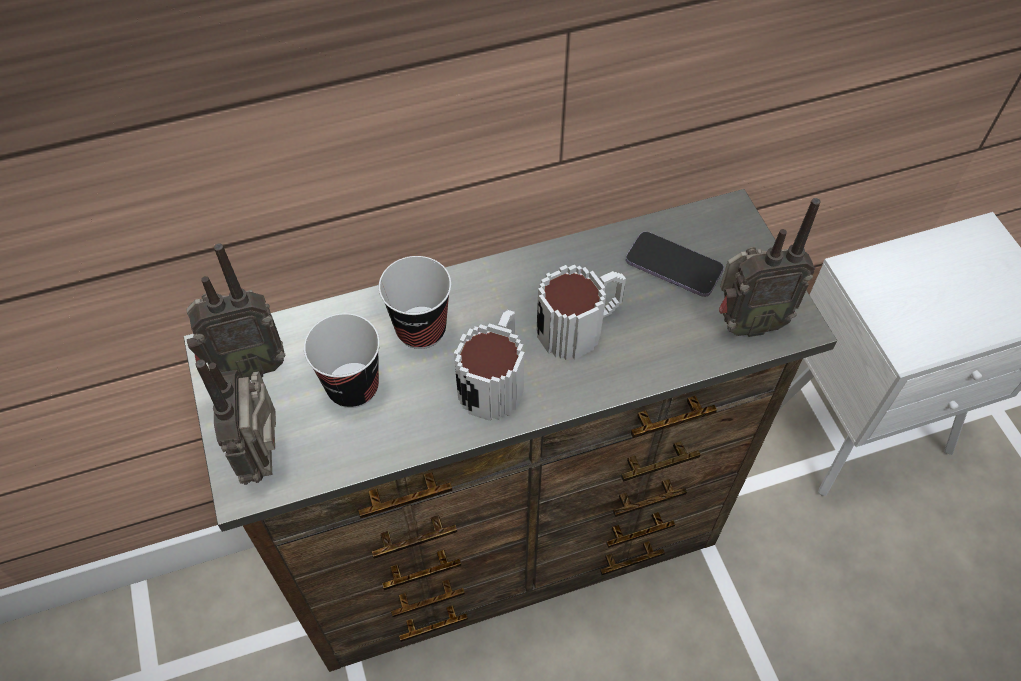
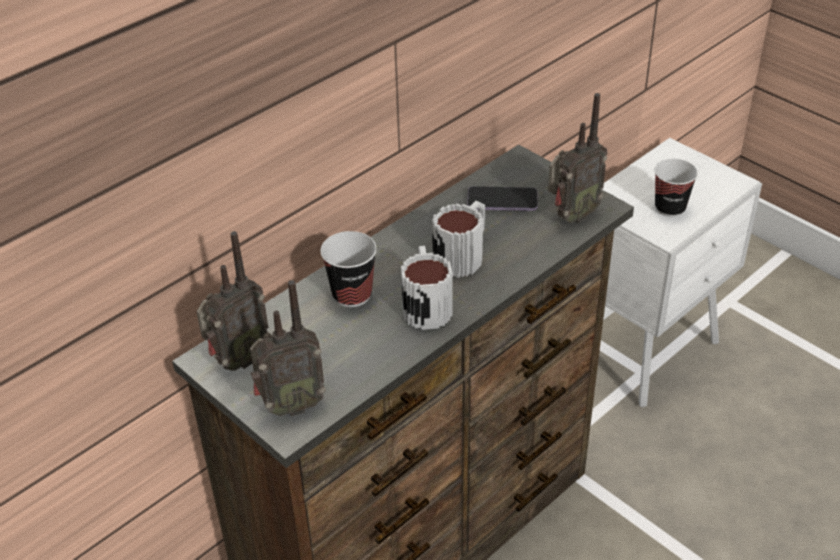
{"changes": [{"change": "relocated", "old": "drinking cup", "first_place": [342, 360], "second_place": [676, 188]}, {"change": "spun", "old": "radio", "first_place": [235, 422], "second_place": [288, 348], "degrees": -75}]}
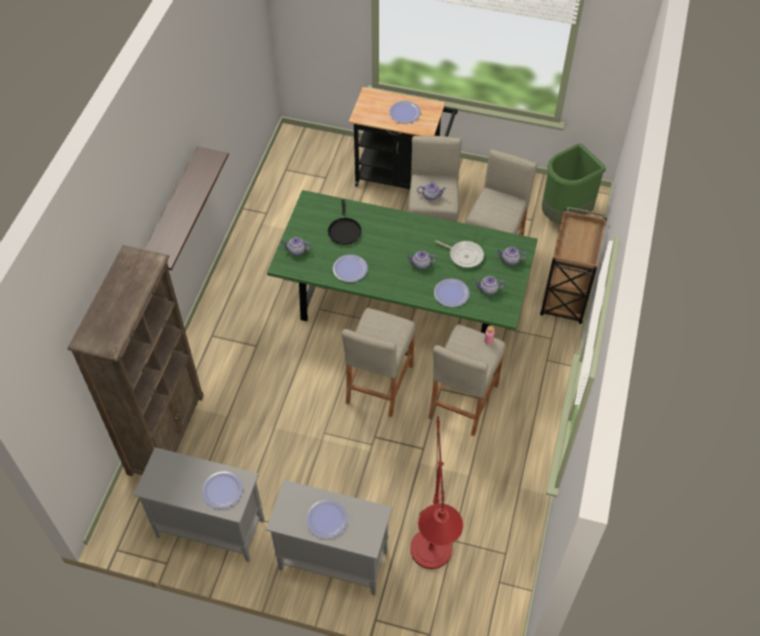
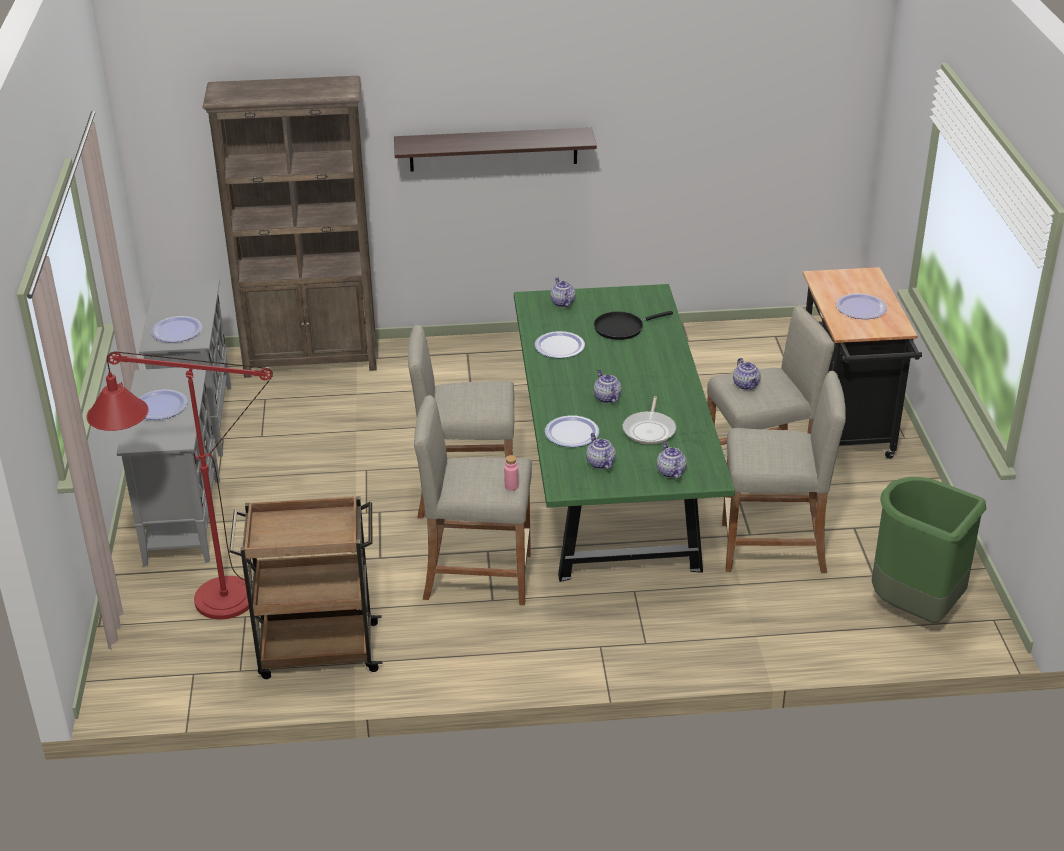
{"changes": [{"change": "relocated", "old": "cart in brown-coloured", "first_place": [573, 265], "second_place": [306, 587]}]}
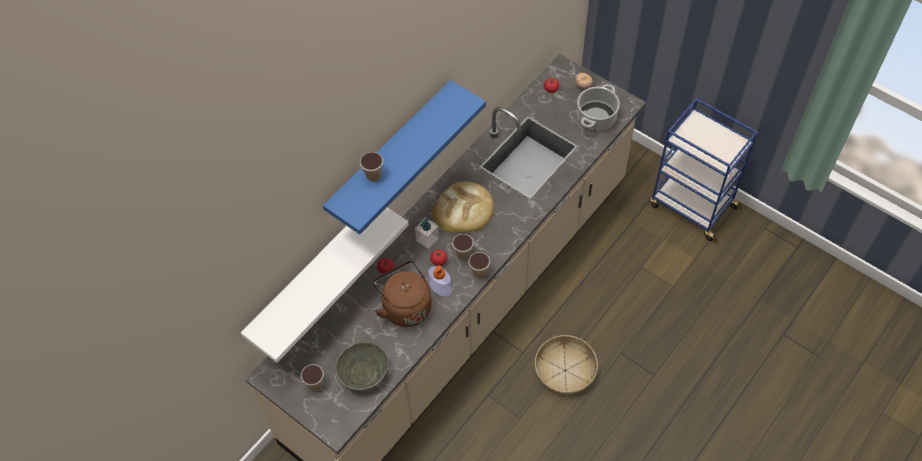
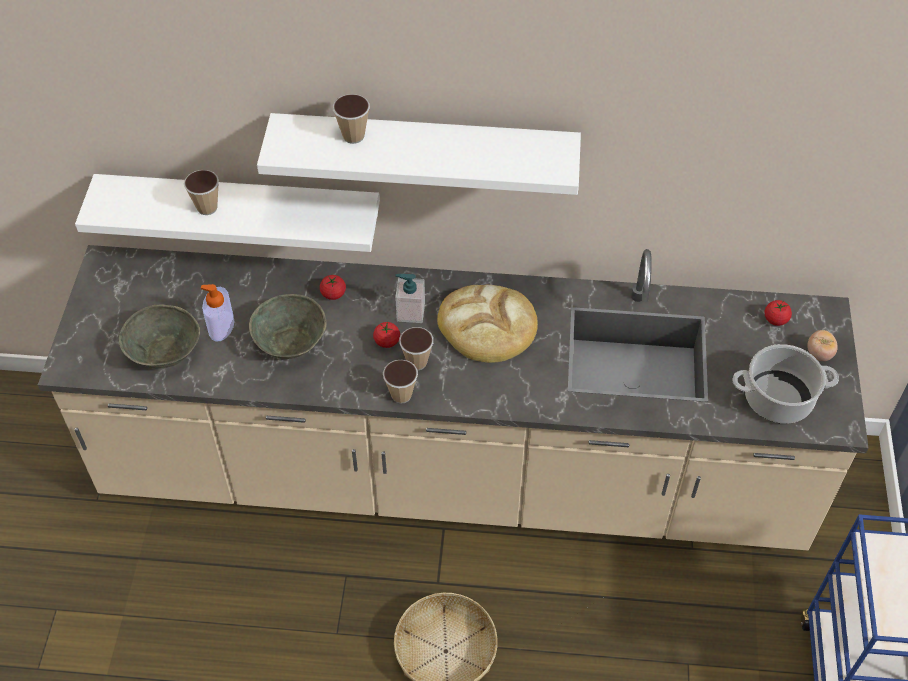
{"changes": [{"change": "relocated", "old": "drinking cup", "first_place": [312, 377], "second_place": [201, 192]}, {"change": "relocated", "old": "liquid soap bottle", "first_place": [439, 281], "second_place": [217, 313]}, {"change": "exchanged", "old": "water kettle in brown-coloured", "new": "deep dish in greyish", "first_place": [402, 293], "second_place": [288, 326]}, {"change": "colour", "old": "wall shelf in blue-coloured", "new": "wall shelf in white", "first_place": [404, 157], "second_place": [419, 154]}]}
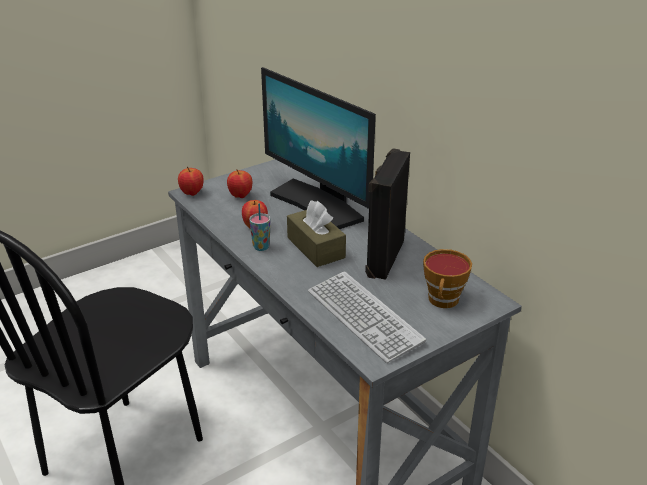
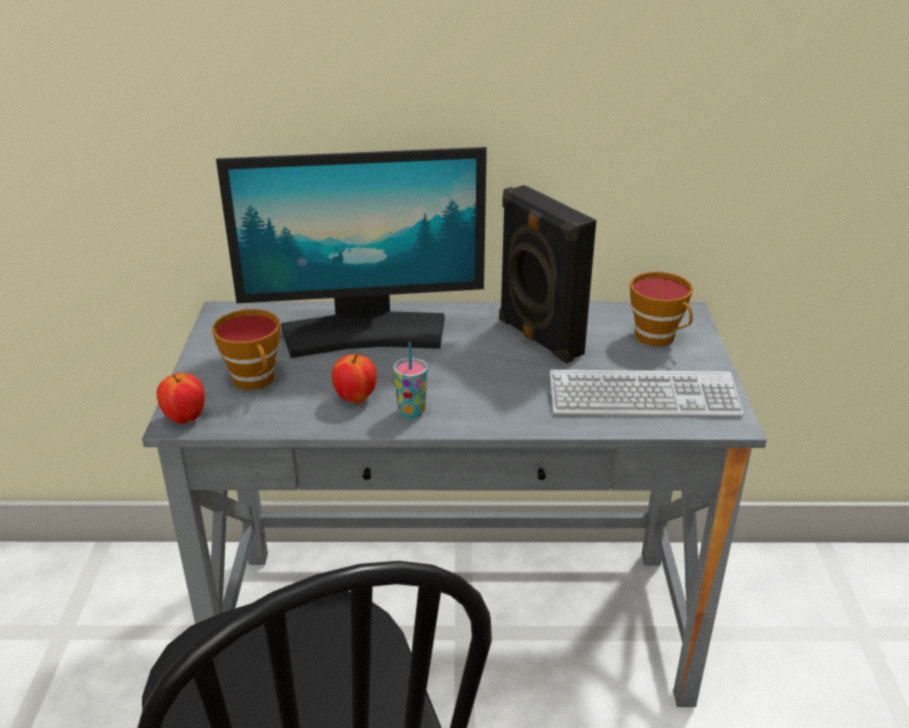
{"changes": [{"change": "missing", "old": "box of tissues in brown-coloured", "first_place": [316, 233]}, {"change": "exchanged", "old": "whole apple", "new": "drinking cup", "first_place": [239, 183], "second_place": [246, 349]}]}
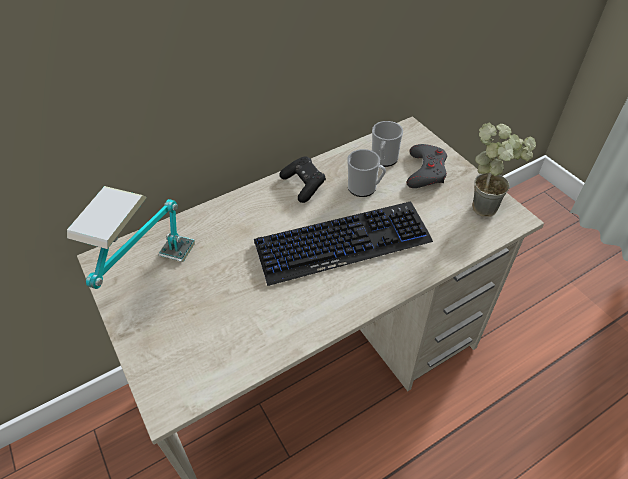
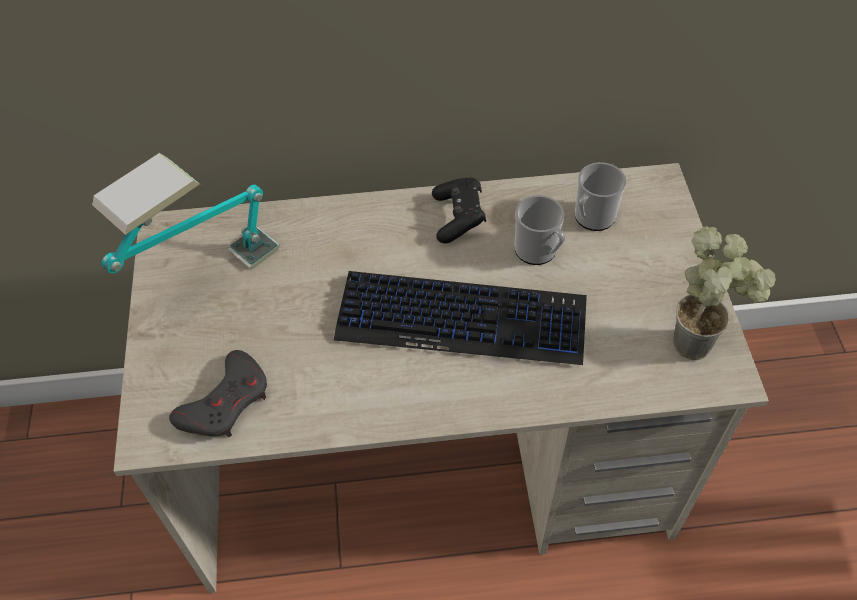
{"changes": [{"change": "relocated", "old": "gamepad in greyish", "first_place": [427, 166], "second_place": [218, 393]}]}
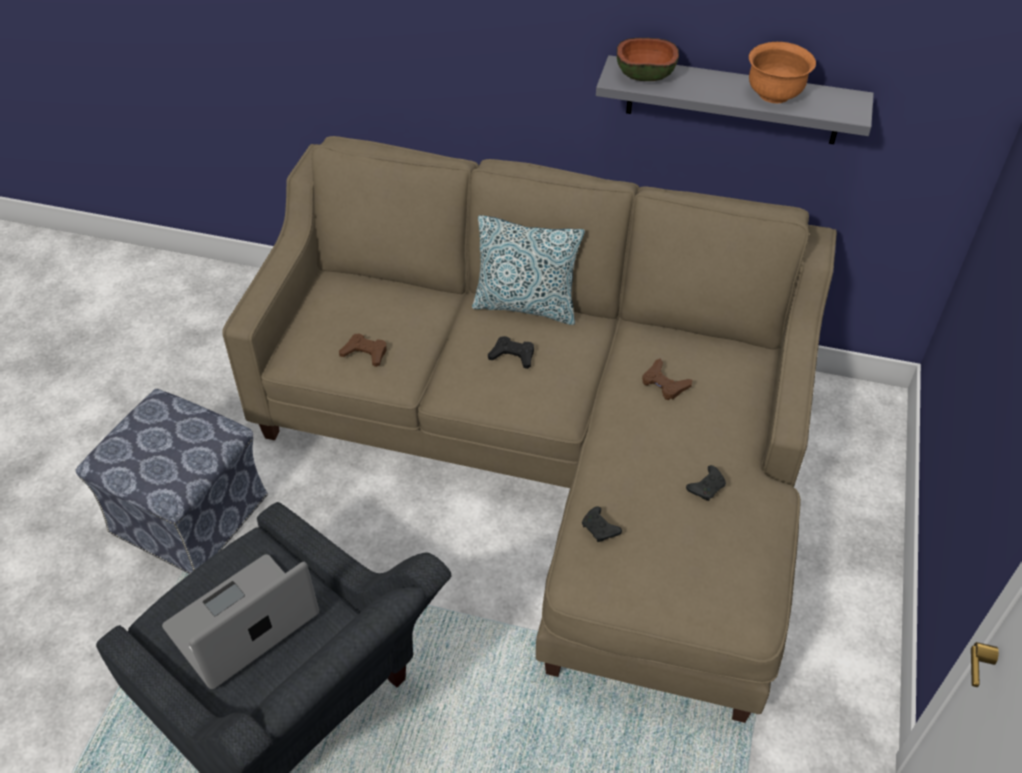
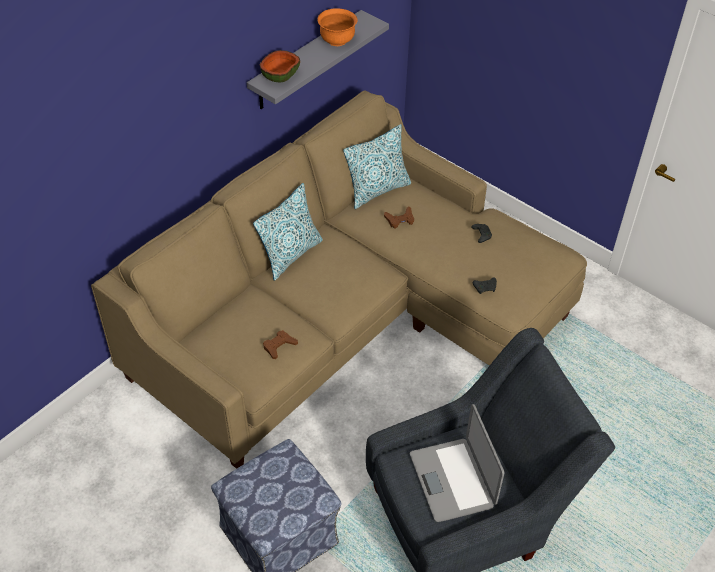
{"changes": [{"change": "missing", "old": "gamepad in blackish", "first_place": [511, 352]}, {"change": "appeared", "new": "cushion", "second_place": [377, 166]}]}
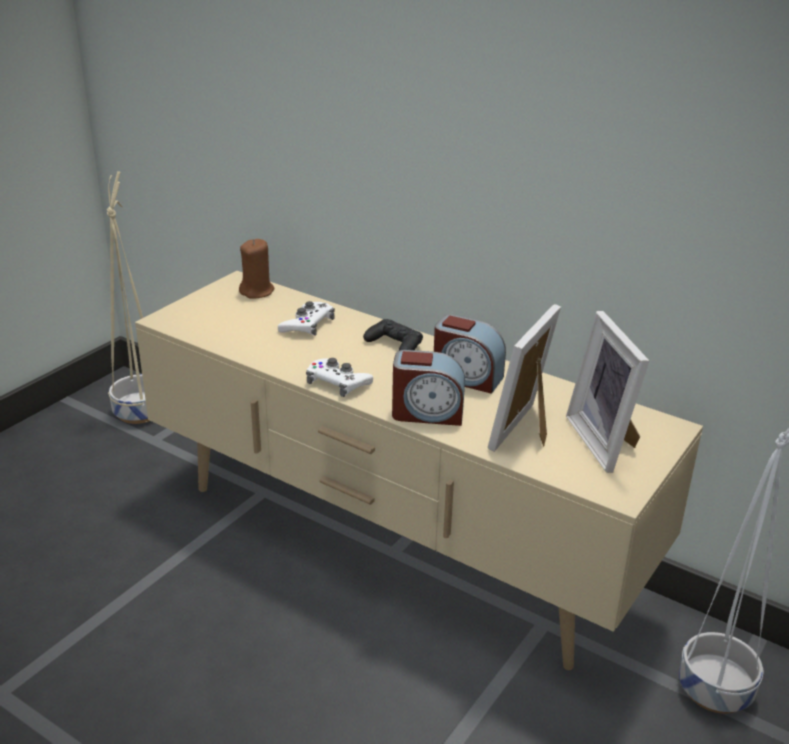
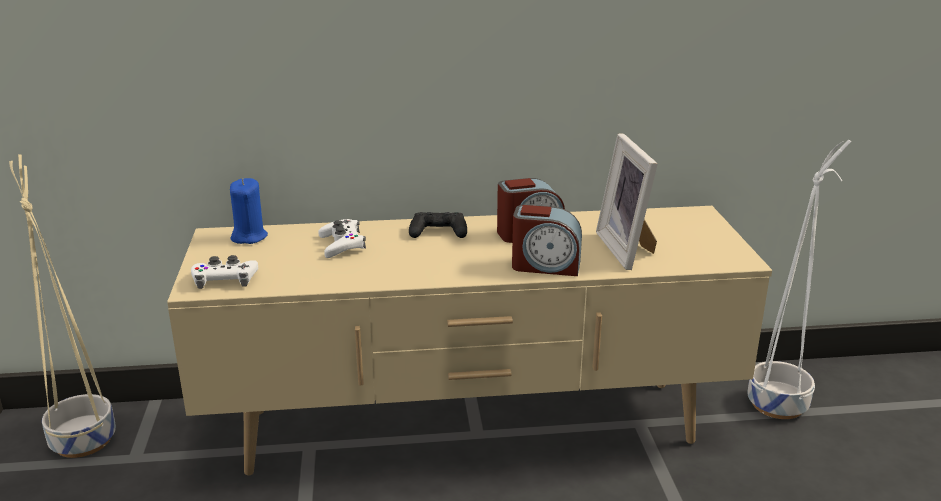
{"changes": [{"change": "missing", "old": "photo frame", "first_place": [607, 392]}, {"change": "relocated", "old": "gamepad in white", "first_place": [339, 377], "second_place": [224, 272]}, {"change": "colour", "old": "wax light in brown-coloured", "new": "wax light in blue-coloured", "first_place": [256, 269], "second_place": [249, 211]}, {"change": "spun", "old": "alarm clock", "first_place": [428, 388], "second_place": [547, 240], "degrees": 45}]}
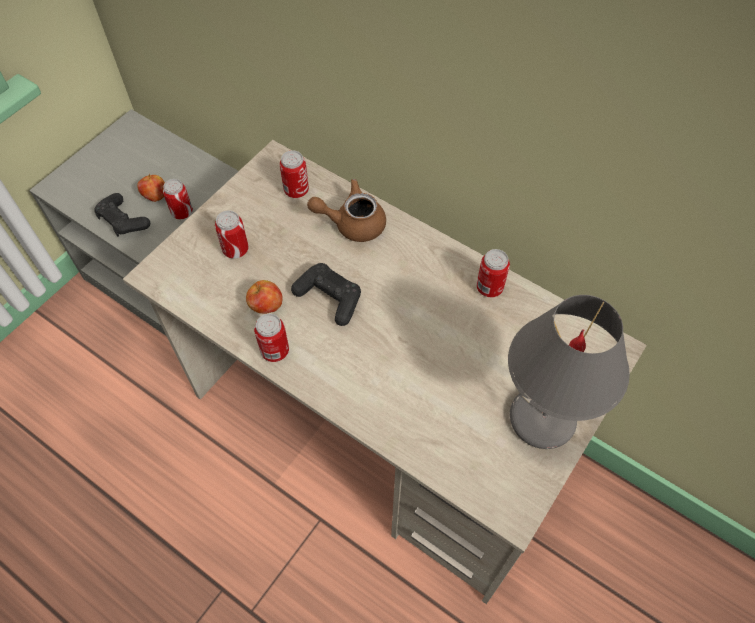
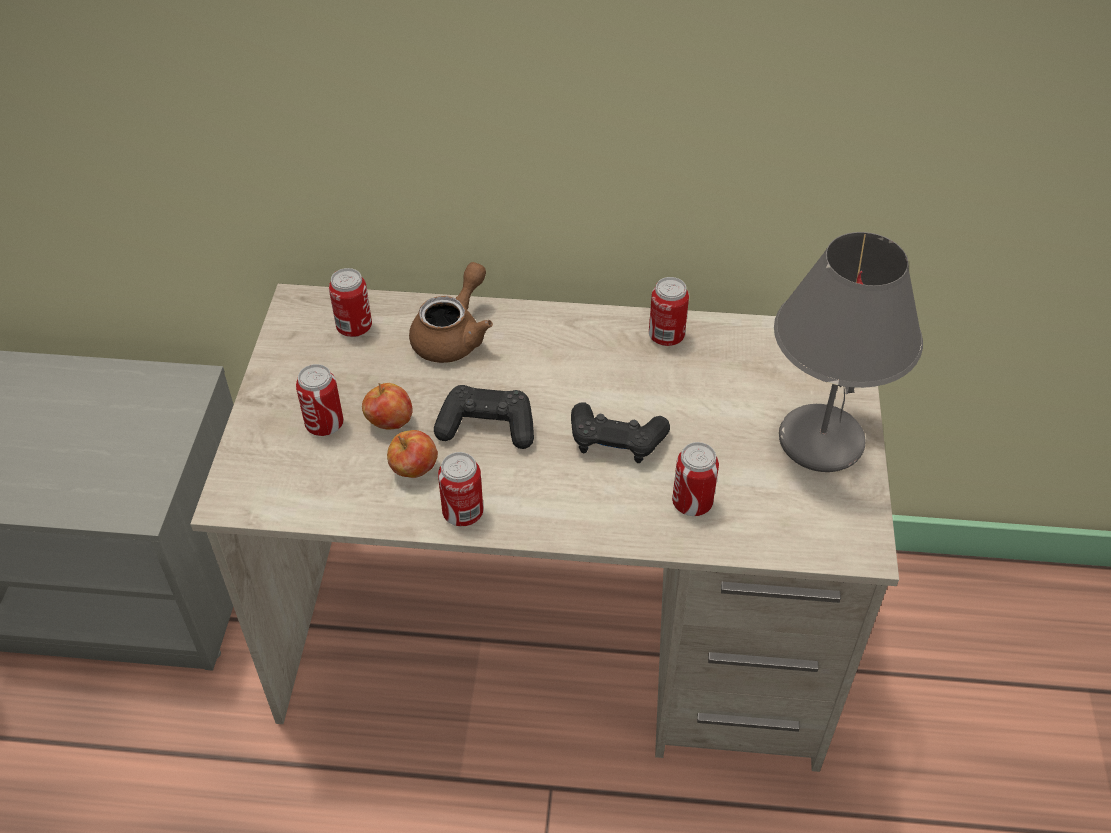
{"changes": [{"change": "relocated", "old": "gamepad in blackish", "first_place": [122, 214], "second_place": [620, 432]}, {"change": "relocated", "old": "whole apple", "first_place": [151, 188], "second_place": [387, 406]}, {"change": "relocated", "old": "sealed can", "first_place": [178, 199], "second_place": [695, 479]}, {"change": "spun", "old": "teapot in brown-coloured", "first_place": [346, 210], "second_place": [451, 312], "degrees": 150}]}
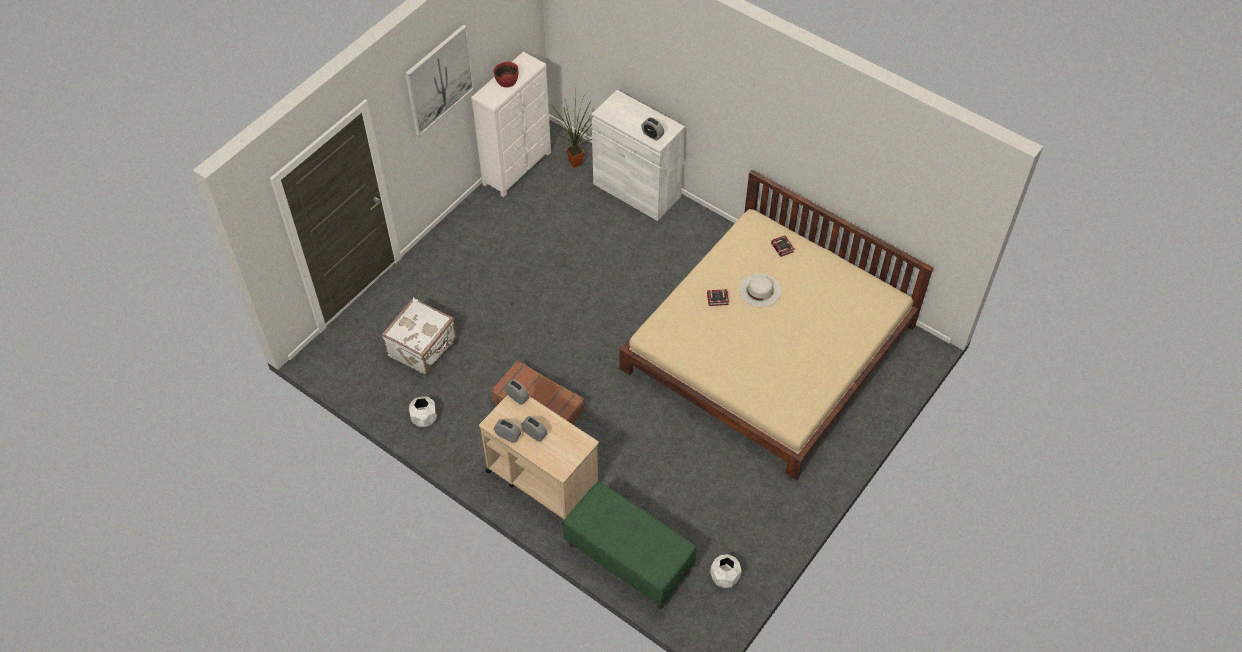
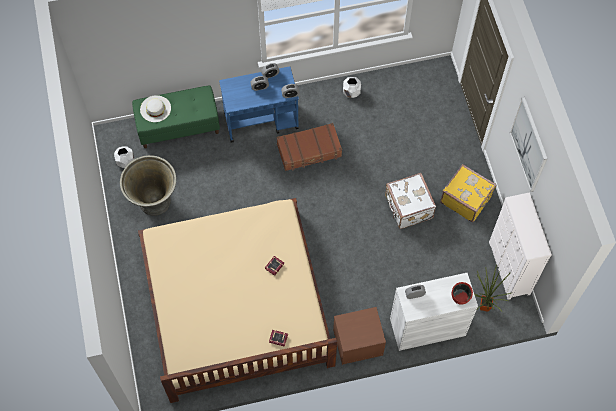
{"changes": [{"change": "appeared", "new": "plant pot in greyish", "second_place": [148, 185]}, {"change": "appeared", "new": "bedside table in brown-coloured", "second_place": [359, 336]}, {"change": "appeared", "new": "travel case in yellowish", "second_place": [468, 193]}, {"change": "relocated", "old": "travel case in white", "first_place": [419, 336], "second_place": [410, 201]}, {"change": "relocated", "old": "deep dish in reddish", "first_place": [505, 74], "second_place": [462, 293]}, {"change": "relocated", "old": "clothing hat in white", "first_place": [760, 290], "second_place": [155, 108]}, {"change": "colour", "old": "cart in beige-coloured", "new": "cart in blue-coloured", "first_place": [539, 460], "second_place": [259, 104]}]}
